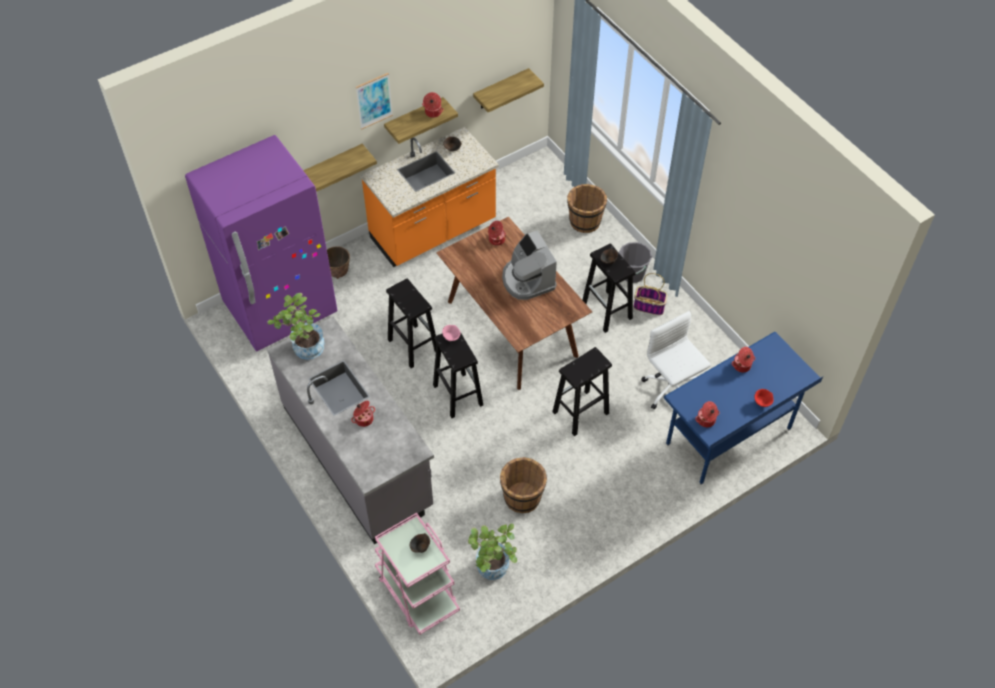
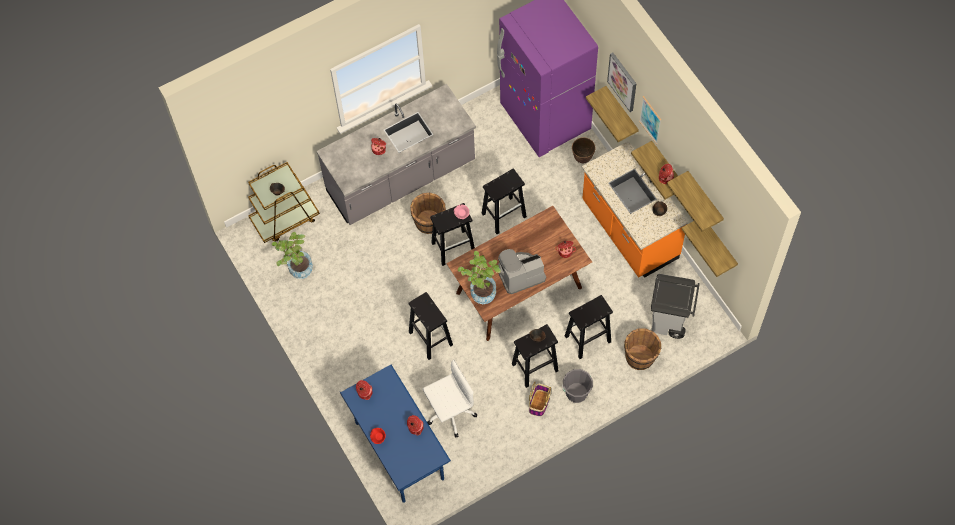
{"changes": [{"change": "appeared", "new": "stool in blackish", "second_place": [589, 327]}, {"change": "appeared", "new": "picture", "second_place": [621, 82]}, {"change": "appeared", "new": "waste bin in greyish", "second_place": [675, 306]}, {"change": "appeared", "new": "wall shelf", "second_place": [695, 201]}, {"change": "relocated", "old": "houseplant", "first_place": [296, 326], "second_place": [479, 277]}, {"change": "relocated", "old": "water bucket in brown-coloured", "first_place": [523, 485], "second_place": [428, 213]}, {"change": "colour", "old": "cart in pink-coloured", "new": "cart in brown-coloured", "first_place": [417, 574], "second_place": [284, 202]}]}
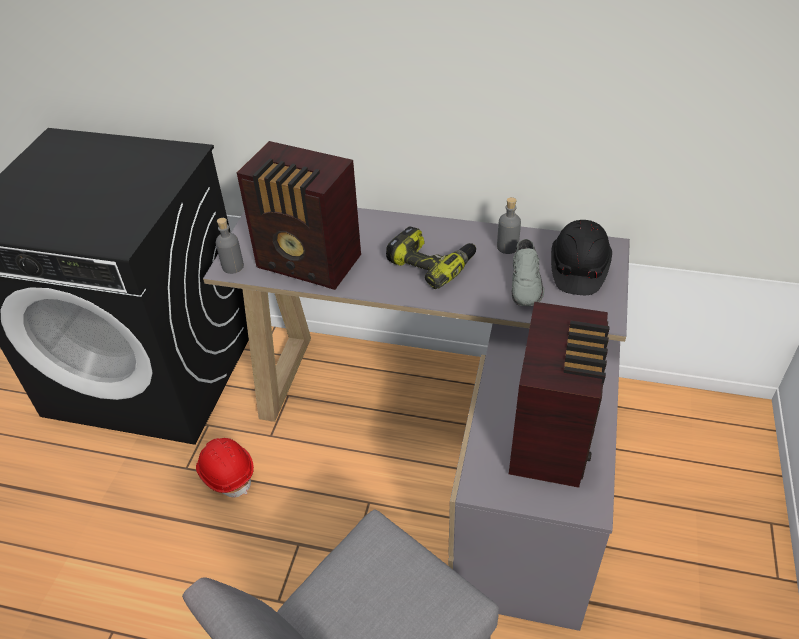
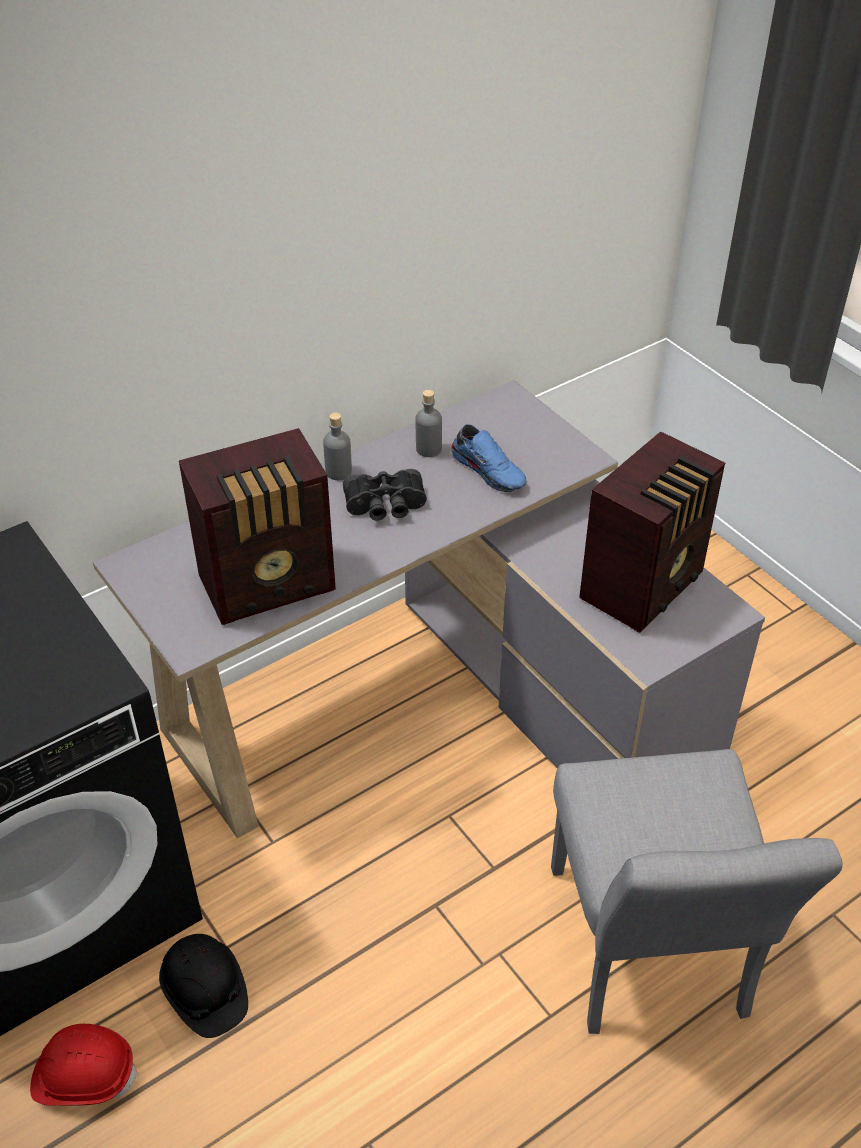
{"changes": [{"change": "relocated", "old": "work helmet in reddish", "first_place": [225, 467], "second_place": [84, 1065]}, {"change": "relocated", "old": "bottle in greyish", "first_place": [230, 246], "second_place": [337, 446]}, {"change": "relocated", "old": "work helmet in blackish", "first_place": [581, 257], "second_place": [203, 986]}, {"change": "exchanged", "old": "drill", "new": "binoculars in blackish", "first_place": [431, 257], "second_place": [385, 495]}, {"change": "colour", "old": "item of footwear in greyish", "new": "item of footwear in blue-coloured", "first_place": [527, 272], "second_place": [489, 458]}, {"change": "spun", "old": "radio", "first_place": [559, 395], "second_place": [652, 532], "degrees": 75}]}
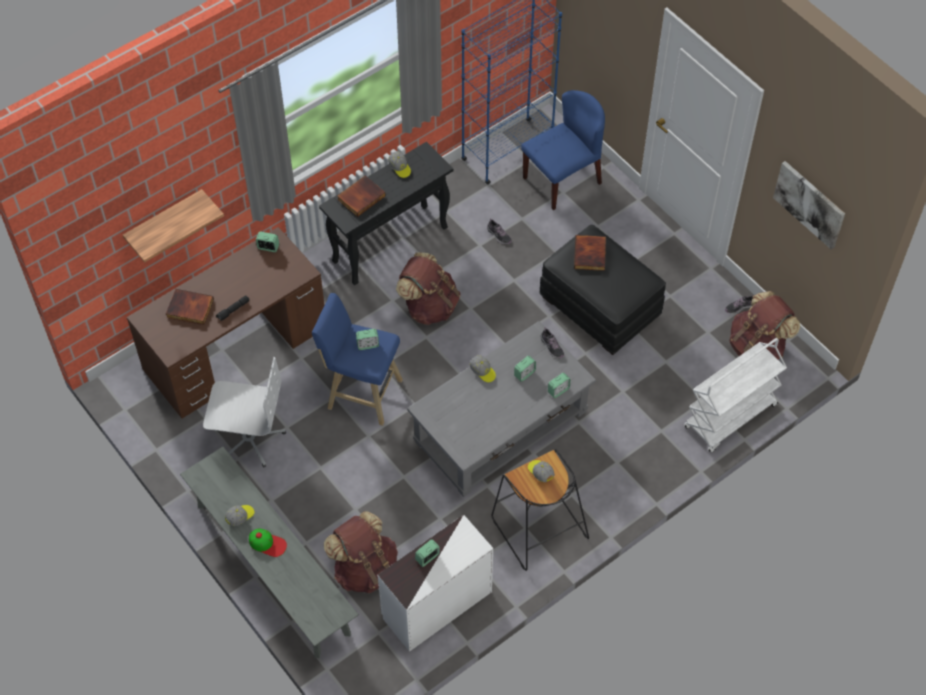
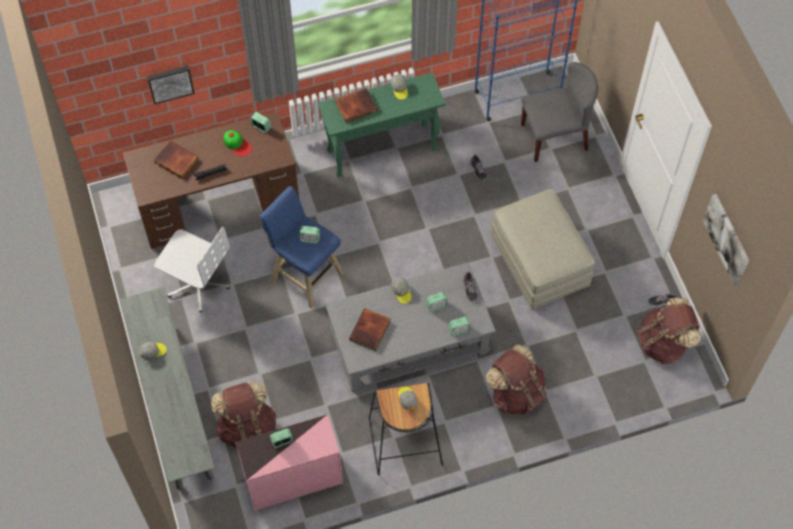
{"changes": [{"change": "missing", "old": "cart in white", "first_place": [735, 395]}, {"change": "relocated", "old": "cap", "first_place": [268, 543], "second_place": [238, 143]}, {"change": "relocated", "old": "knapsack in brown-coloured", "first_place": [428, 288], "second_place": [516, 379]}, {"change": "relocated", "old": "bound book", "first_place": [590, 253], "second_place": [370, 329]}, {"change": "exchanged", "old": "wall shelf", "new": "picture", "first_place": [173, 226], "second_place": [171, 85]}, {"change": "colour", "old": "console table in blackish", "new": "console table in green", "first_place": [386, 213], "second_place": [381, 124]}, {"change": "colour", "old": "dresser in white", "new": "dresser in pink-coloured", "first_place": [435, 583], "second_place": [289, 462]}, {"change": "colour", "old": "chair in blue-coloured", "new": "chair in greyish", "first_place": [563, 150], "second_place": [559, 112]}, {"change": "colour", "old": "ottoman in blackish", "new": "ottoman in beige-coloured", "first_place": [602, 290], "second_place": [542, 249]}]}
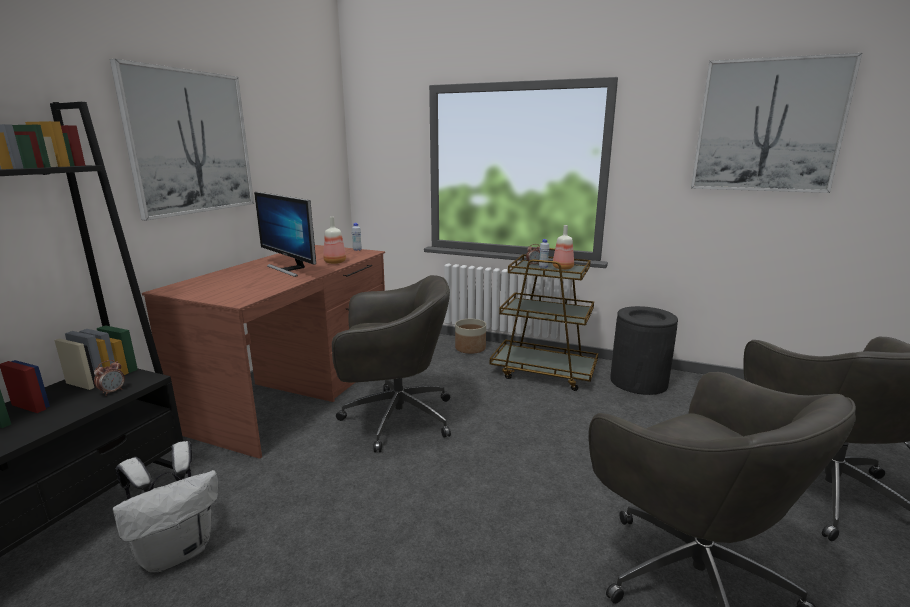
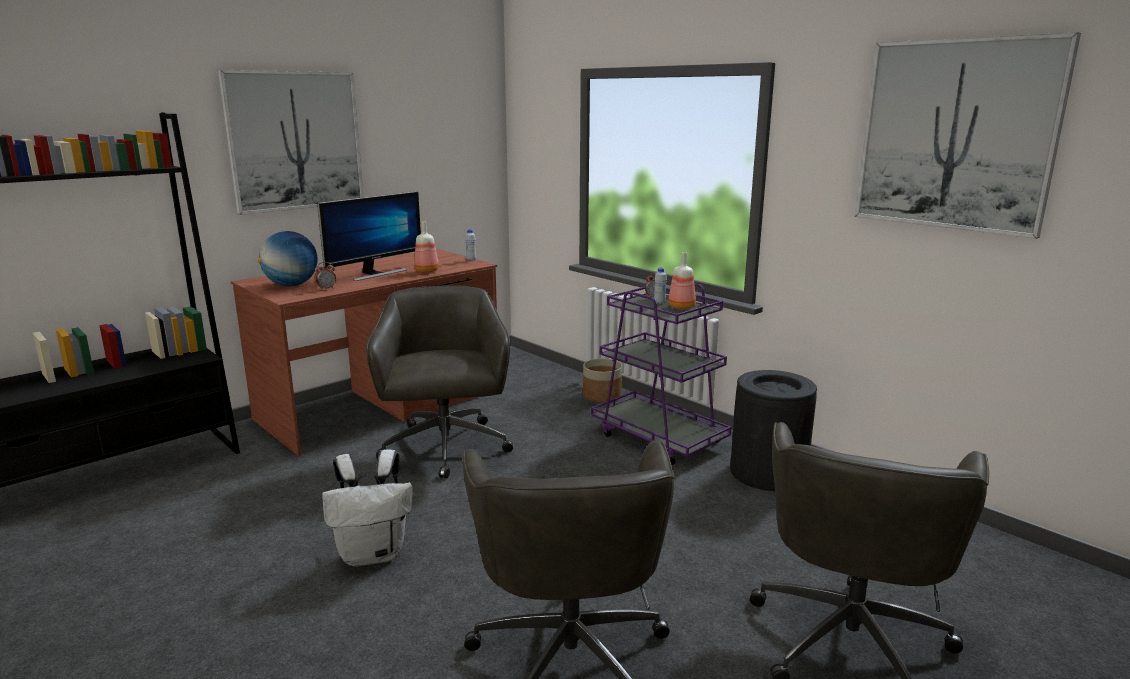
{"changes": [{"change": "appeared", "new": "desk globe", "second_place": [288, 258]}, {"change": "relocated", "old": "alarm clock", "first_place": [109, 378], "second_place": [325, 276]}, {"change": "relocated", "old": "knapsack in white", "first_place": [165, 506], "second_place": [367, 508]}, {"change": "colour", "old": "cart in brown-coloured", "new": "cart in purple-coloured", "first_place": [544, 319], "second_place": [661, 374]}, {"change": "spun", "old": "computer display", "first_place": [285, 234], "second_place": [369, 236], "degrees": -120}, {"change": "spun", "old": "desk chair in greyish", "first_place": [391, 363], "second_place": [439, 382], "degrees": -120}]}
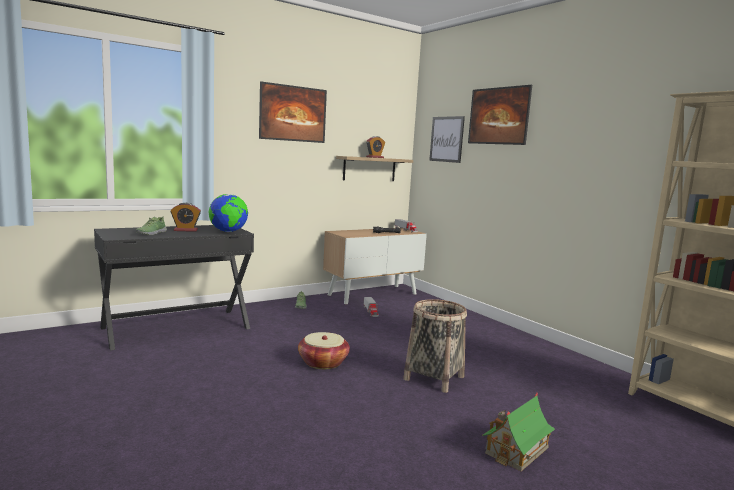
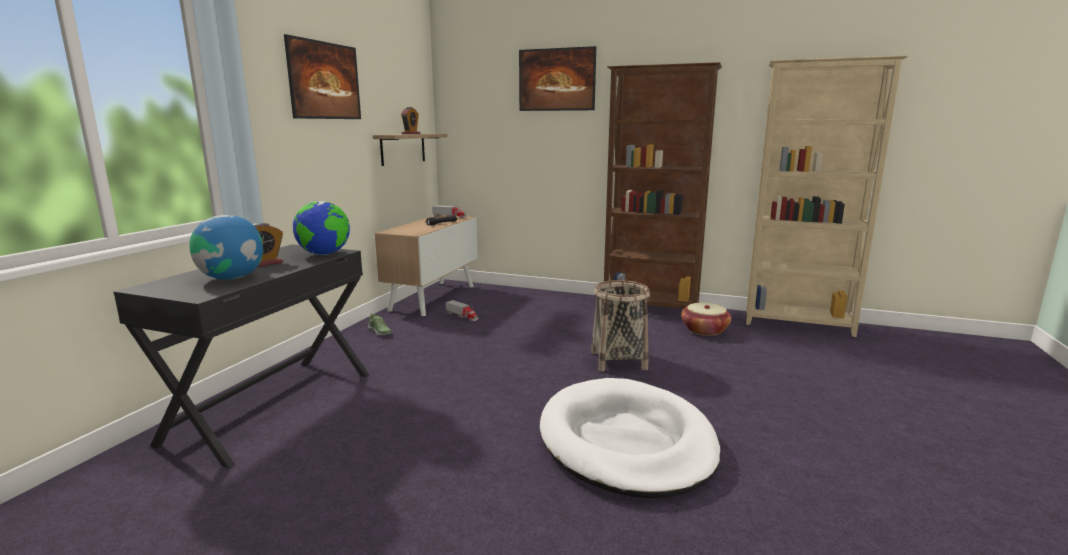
{"changes": [{"change": "missing", "old": "picture", "first_place": [447, 139]}, {"change": "missing", "old": "miniature house", "first_place": [518, 432]}, {"change": "appeared", "new": "dog cushion in white", "second_place": [630, 438]}, {"change": "appeared", "new": "shelving unit in brown-coloured", "second_place": [663, 185]}, {"change": "relocated", "old": "basket", "first_place": [324, 350], "second_place": [706, 319]}, {"change": "exchanged", "old": "item of footwear", "new": "desk globe", "first_place": [151, 225], "second_place": [226, 247]}]}
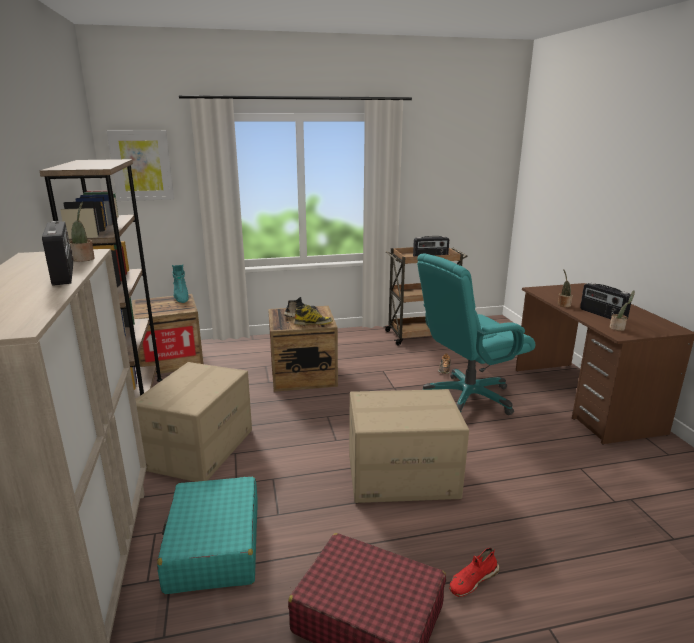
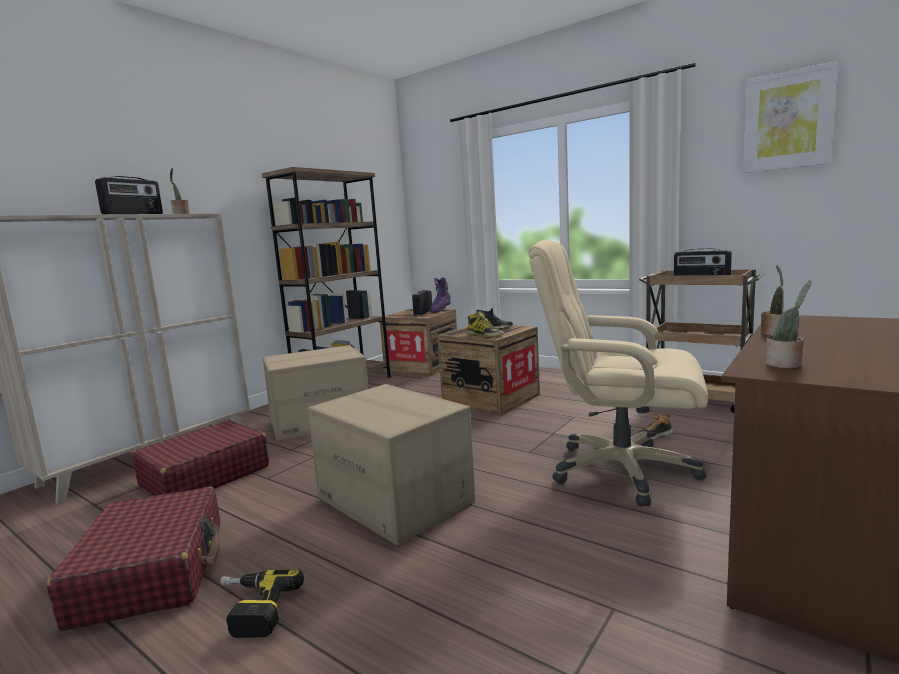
{"changes": [{"change": "relocated", "old": "picture", "first_place": [140, 165], "second_place": [790, 117]}, {"change": "relocated", "old": "radio", "first_place": [605, 301], "second_place": [422, 302]}, {"change": "exchanged", "old": "item of footwear in reddish", "new": "drill", "first_place": [474, 572], "second_place": [262, 603]}, {"change": "colour", "old": "travel case in turquoise-coloured", "new": "travel case in reddish", "first_place": [207, 535], "second_place": [200, 458]}, {"change": "colour", "old": "boot in turquoise-coloured", "new": "boot in purple-coloured", "first_place": [180, 283], "second_place": [440, 295]}, {"change": "colour", "old": "desk chair in turquoise-coloured", "new": "desk chair in beige-coloured", "first_place": [476, 334], "second_place": [618, 373]}]}
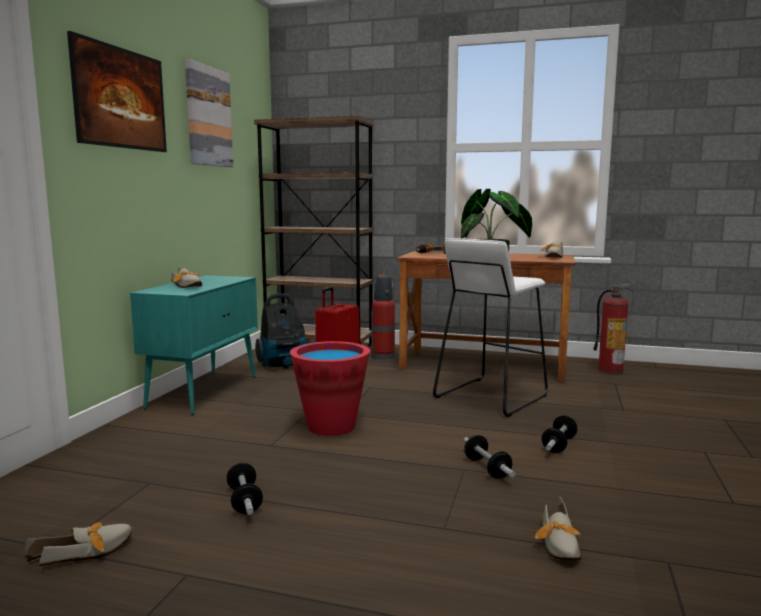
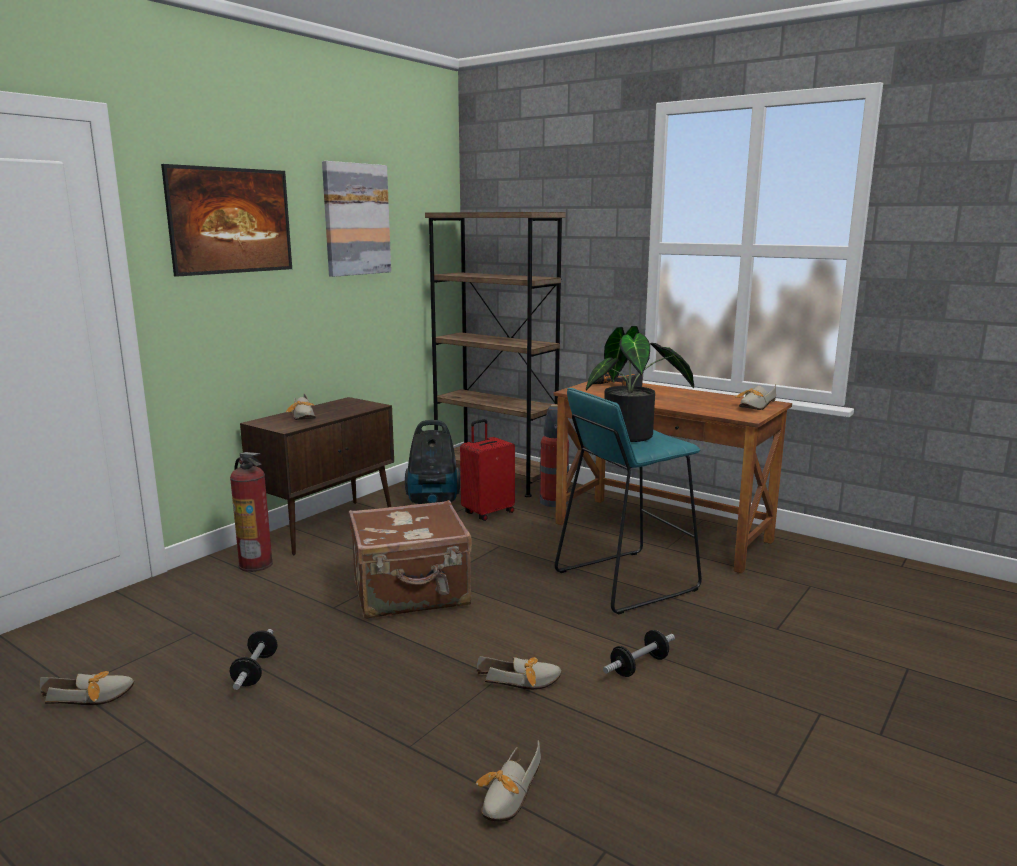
{"changes": [{"change": "relocated", "old": "fire extinguisher", "first_place": [614, 329], "second_place": [251, 512]}, {"change": "exchanged", "old": "water bucket in reddish", "new": "travel case in brown-coloured", "first_place": [330, 388], "second_place": [410, 559]}, {"change": "exchanged", "old": "free weight", "new": "item of footwear", "first_place": [489, 456], "second_place": [519, 673]}, {"change": "colour", "old": "storage cabinet in turquoise-coloured", "new": "storage cabinet in brown-coloured", "first_place": [194, 345], "second_place": [317, 476]}, {"change": "colour", "old": "stool in white", "new": "stool in turquoise-coloured", "first_place": [490, 327], "second_place": [628, 501]}]}
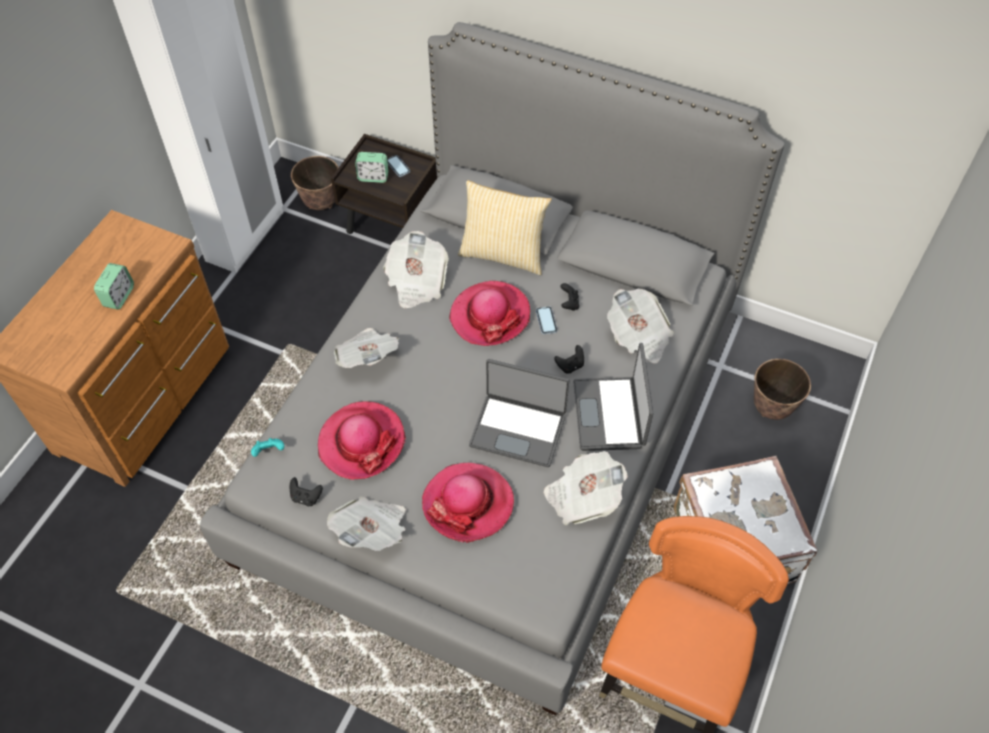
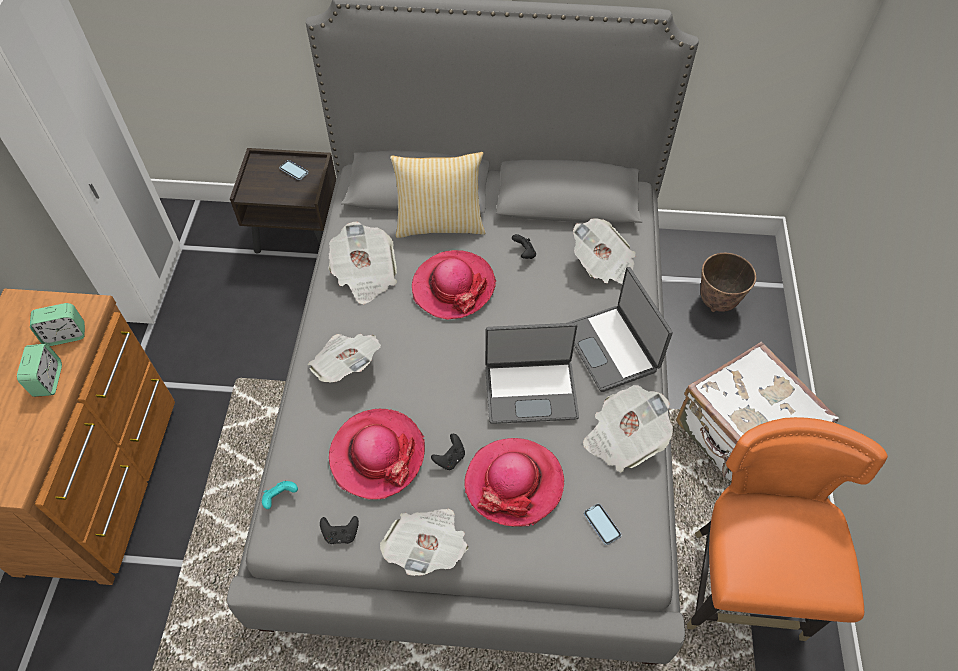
{"changes": [{"change": "missing", "old": "plant pot", "first_place": [315, 183]}, {"change": "relocated", "old": "alarm clock", "first_place": [372, 167], "second_place": [57, 324]}, {"change": "relocated", "old": "phone", "first_place": [546, 320], "second_place": [602, 524]}, {"change": "relocated", "old": "gamepad in blackish", "first_place": [569, 359], "second_place": [448, 452]}]}
